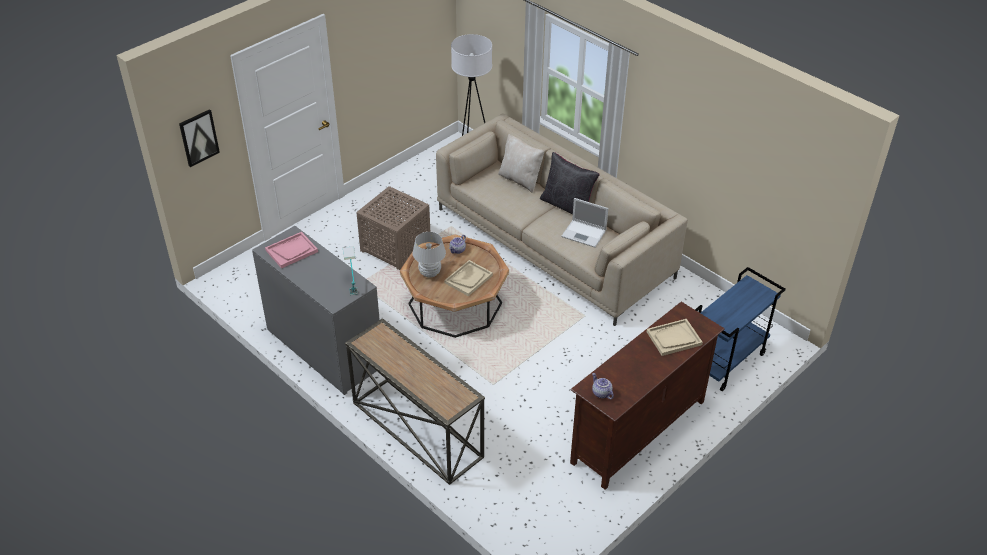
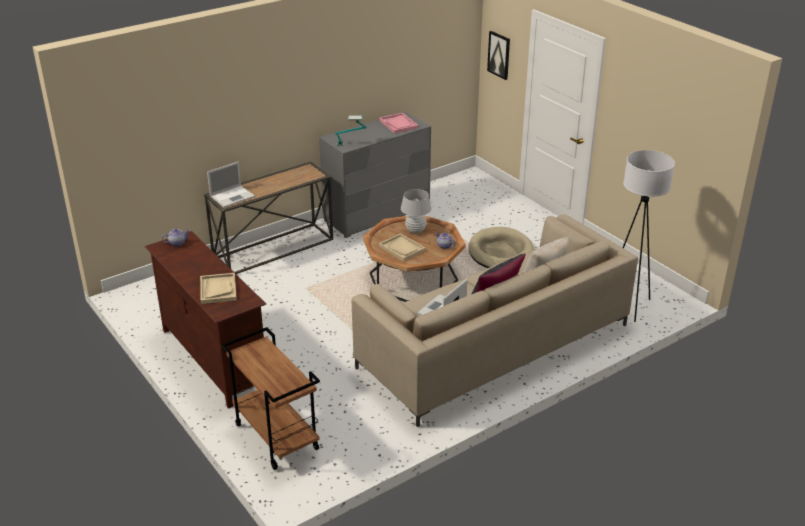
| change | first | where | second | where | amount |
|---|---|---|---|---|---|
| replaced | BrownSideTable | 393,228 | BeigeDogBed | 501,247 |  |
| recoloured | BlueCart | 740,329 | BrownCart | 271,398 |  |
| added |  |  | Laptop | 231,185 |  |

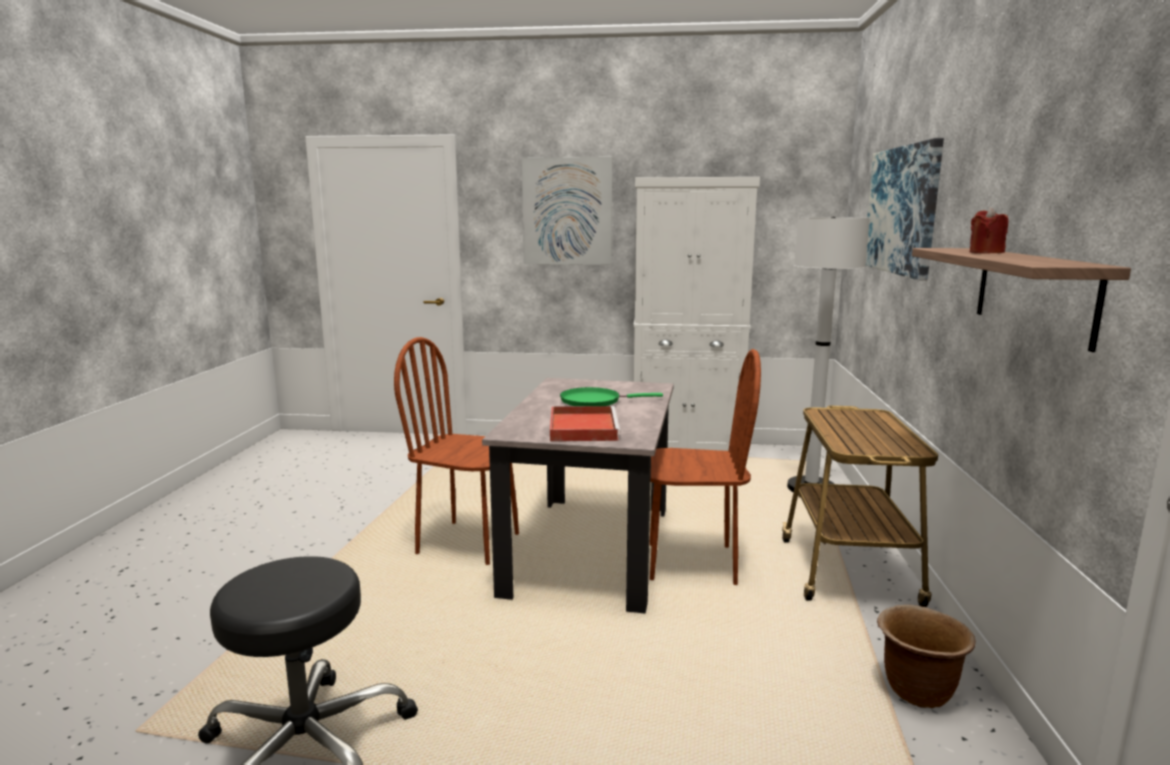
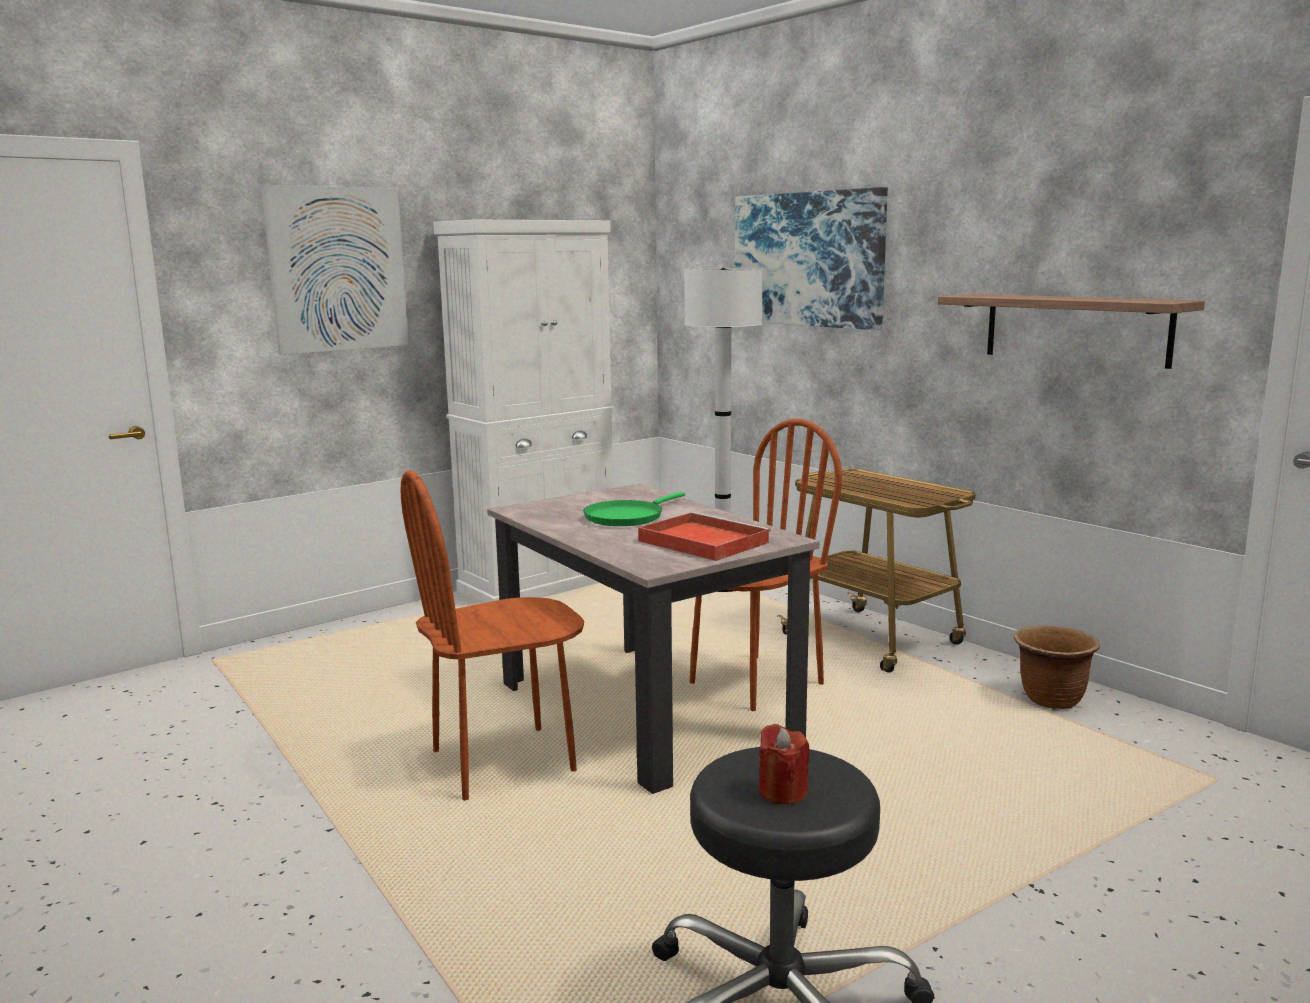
| change | first | where | second | where | amount |
|---|---|---|---|---|---|
| moved | RedCandle | 989,230 |  | 784,764 |  |

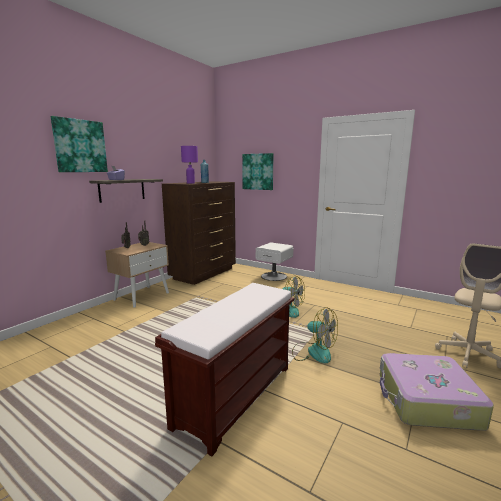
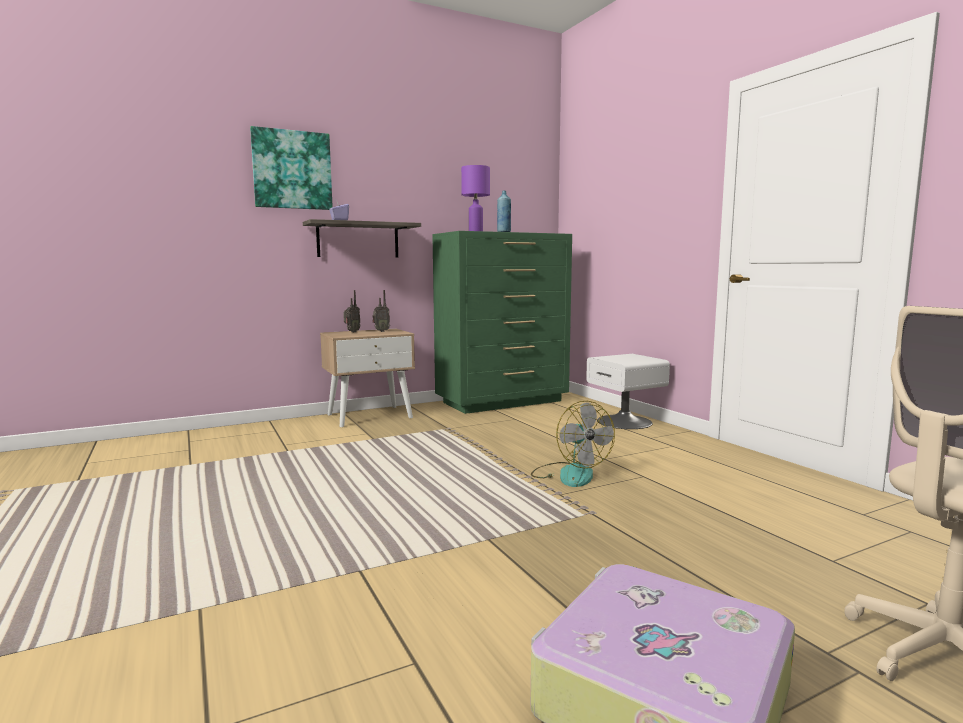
| change | first | where | second | where | amount |
|---|---|---|---|---|---|
| removed | BrownBench | 224,370 |  |  |  |
| recoloured | BrownDresser | 199,233 | GreenDresser | 502,322 |  |
| removed | Picture | 258,171 |  |  |  |
| removed | Fan | 315,335 |  |  |  |

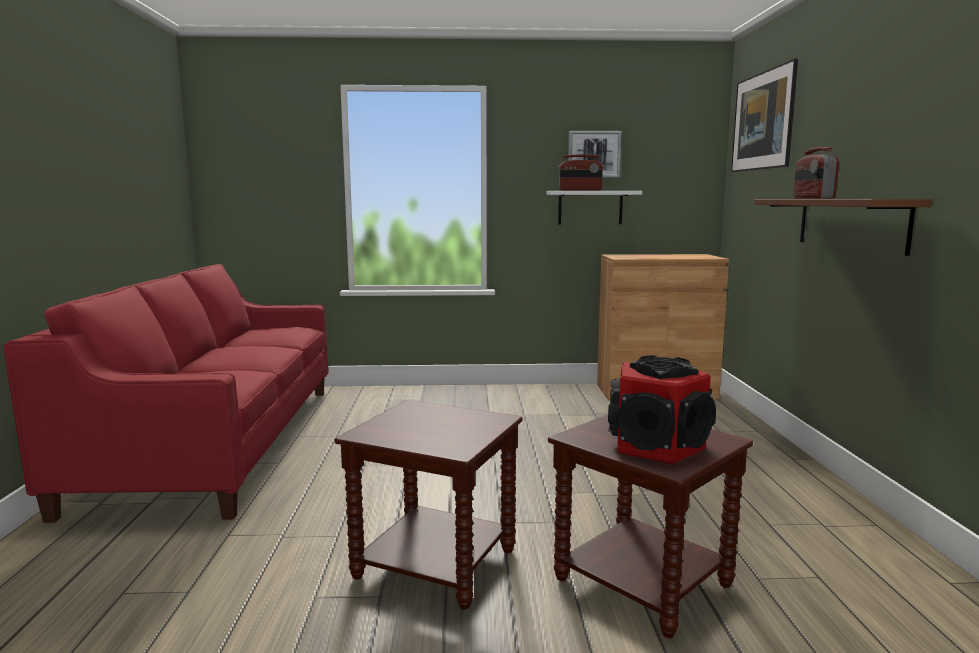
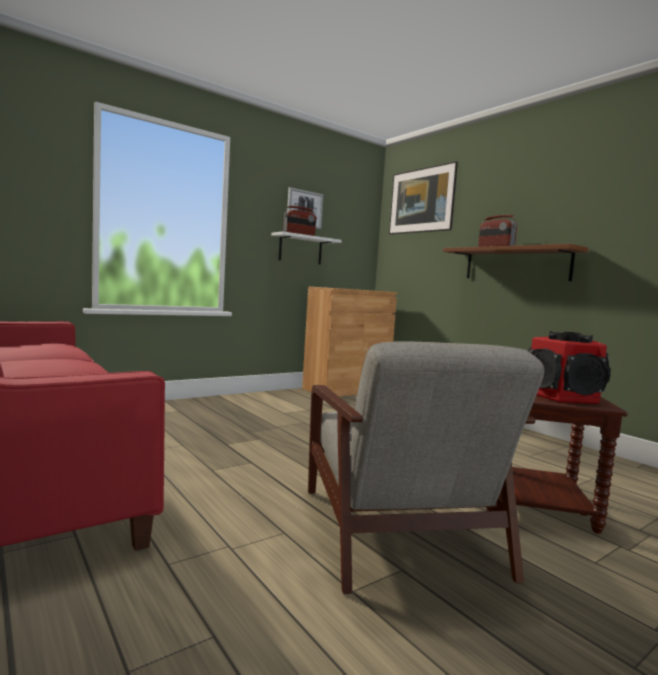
| change | first | where | second | where | amount |
|---|---|---|---|---|---|
| replaced | BrownSideTable | 428,505 | GreyArmchair | 426,467 |  |

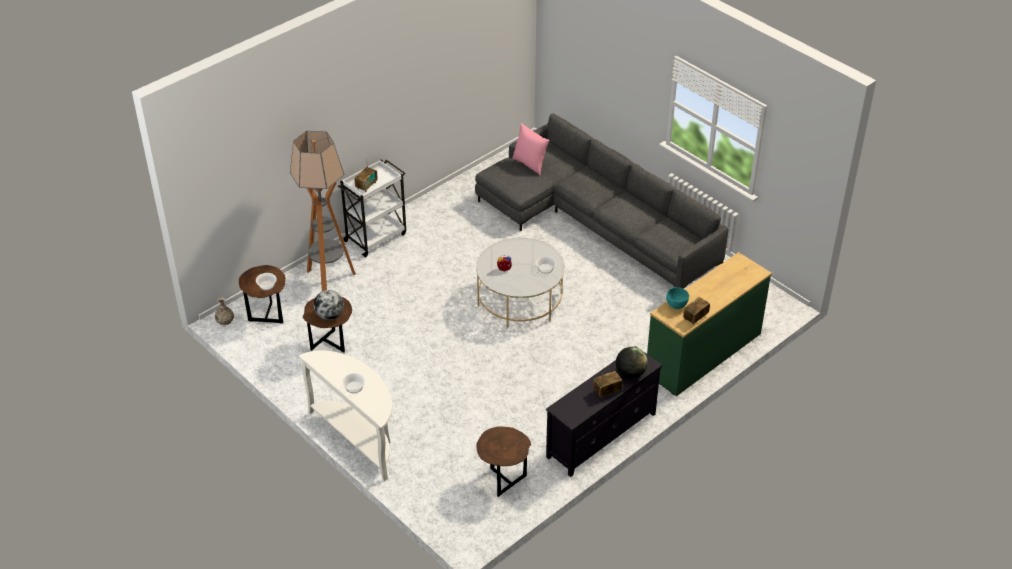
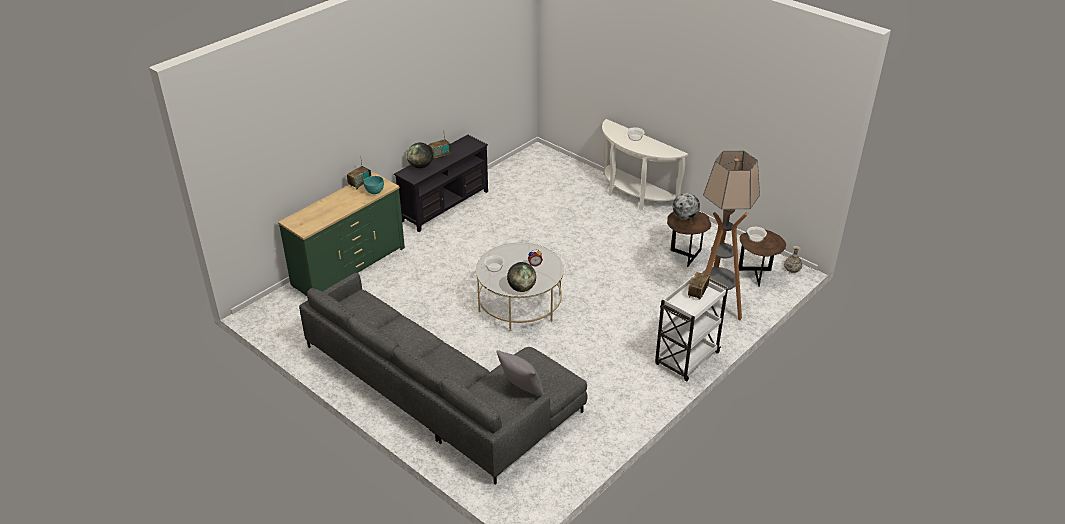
| change | first | where | second | where | amount |
|---|---|---|---|---|---|
| removed | BrownSideTable | 504,461 |  |  |  |
| recoloured | PinkPillow | 531,149 | GreyPillow | 520,373 |  |
| added |  |  | Globe | 521,277 |  |

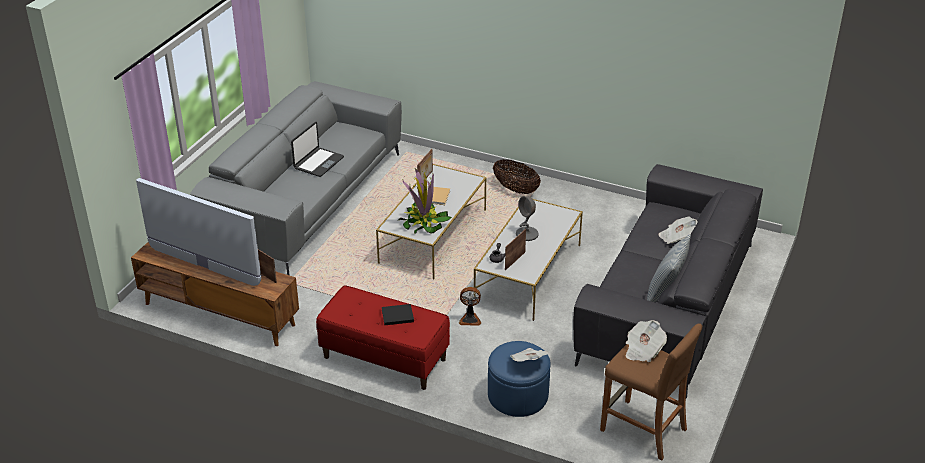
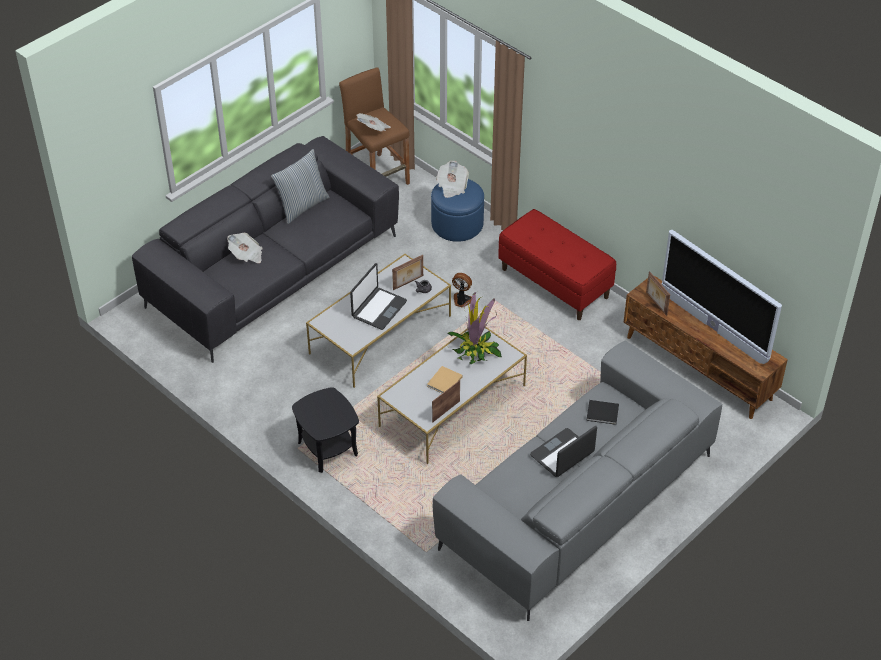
| change | first | where | second | where | amount |
|---|---|---|---|---|---|
| moved | BlackBook | 398,314 |  | 602,412 |  |
| replaced | Basket | 517,176 | BlackSideTable | 325,430 |  |
| replaced | GreyTableLamp | 527,218 | Laptop | 378,296 |  |

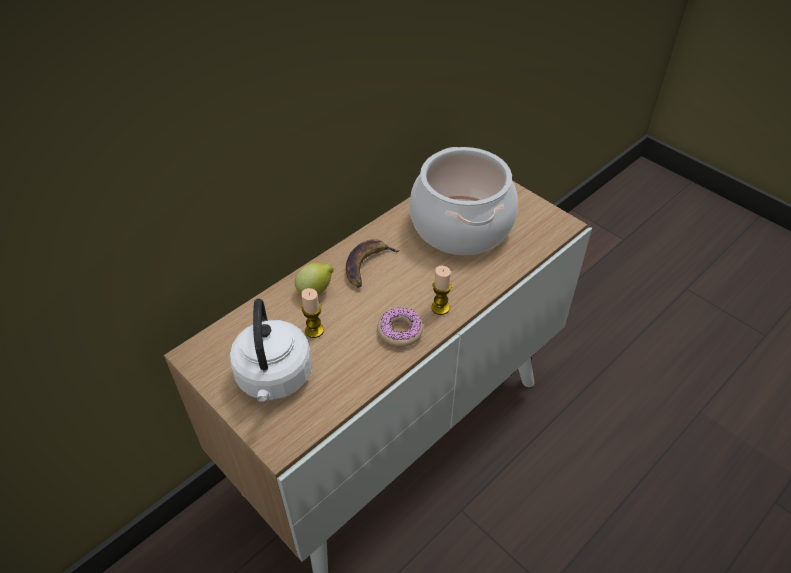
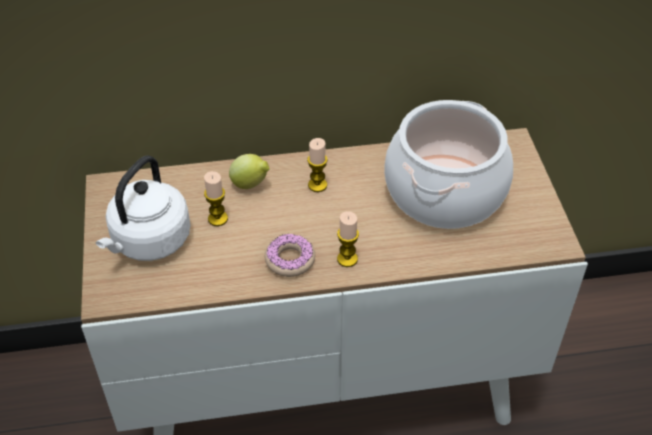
| change | first | where | second | where | amount |
|---|---|---|---|---|---|
| replaced | Banana | 373,263 | Candle | 317,165 |  |

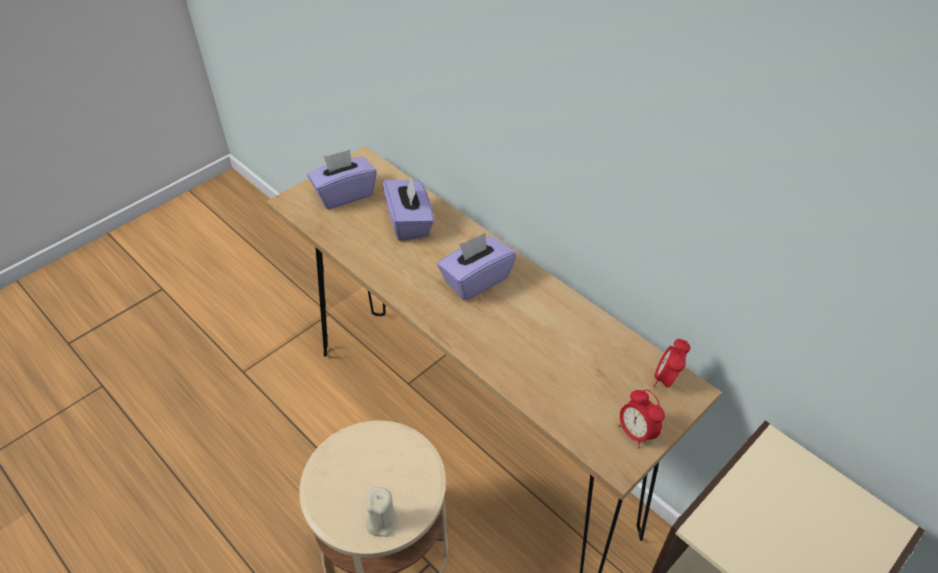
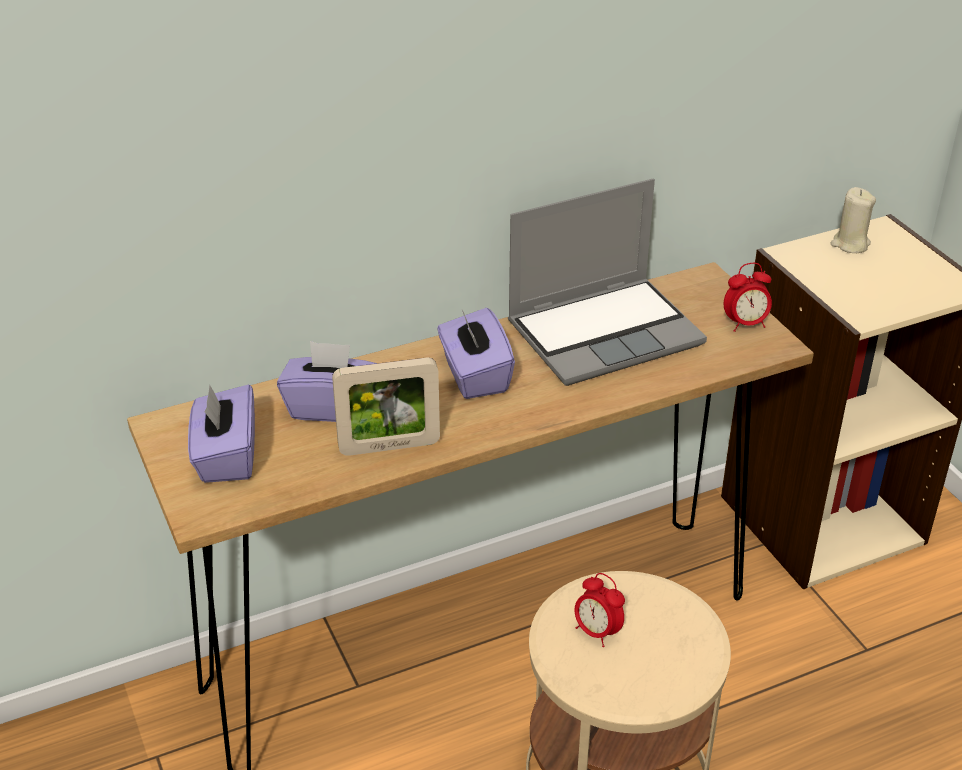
| change | first | where | second | where | amount |
|---|---|---|---|---|---|
| moved | BeigeCandle | 382,512 |  | 853,220 |  |
| moved | AlarmClock | 671,363 |  | 600,610 |  |
| added |  |  | PictureFrame | 386,407 |  |
| added |  |  | Laptop | 607,282 |  |

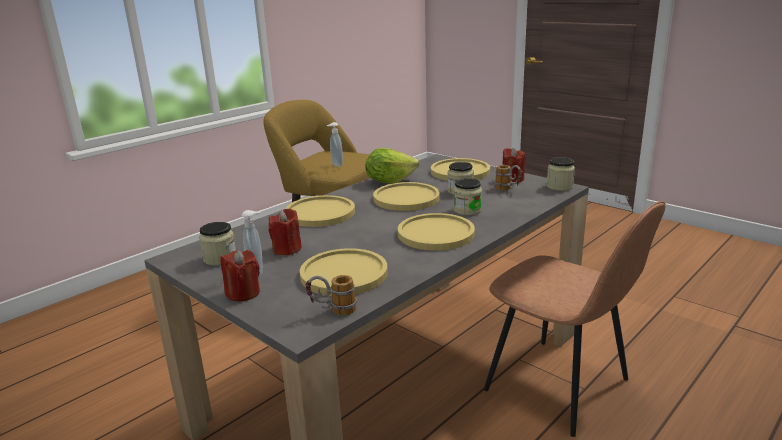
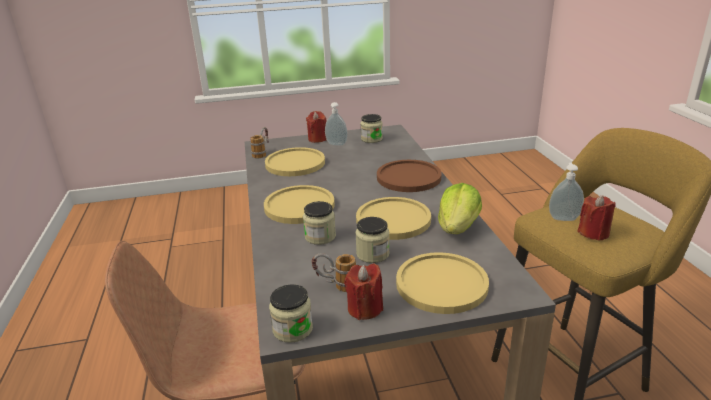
| change | first | where | second | where | amount |
|---|---|---|---|---|---|
| moved | RedCandle | 285,232 |  | 596,218 |  |
| recoloured | YellowPlate | 320,211 | BrownPlate | 409,176 |  |

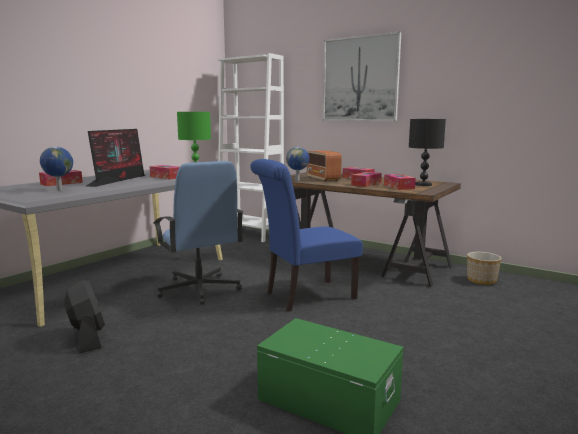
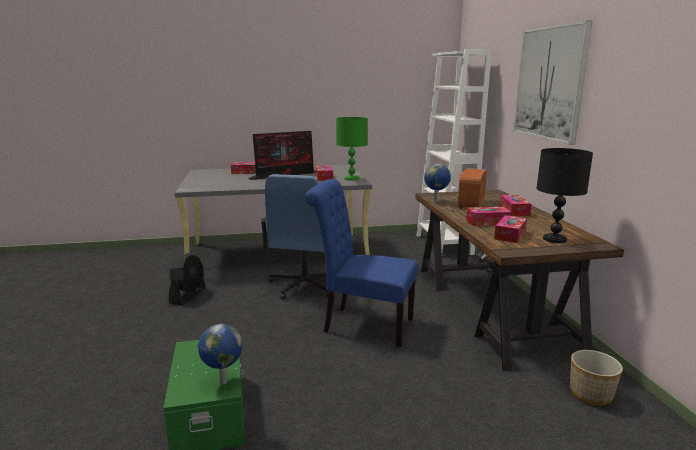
| change | first | where | second | where | amount |
|---|---|---|---|---|---|
| moved | Globe | 56,169 |  | 220,354 |  |

